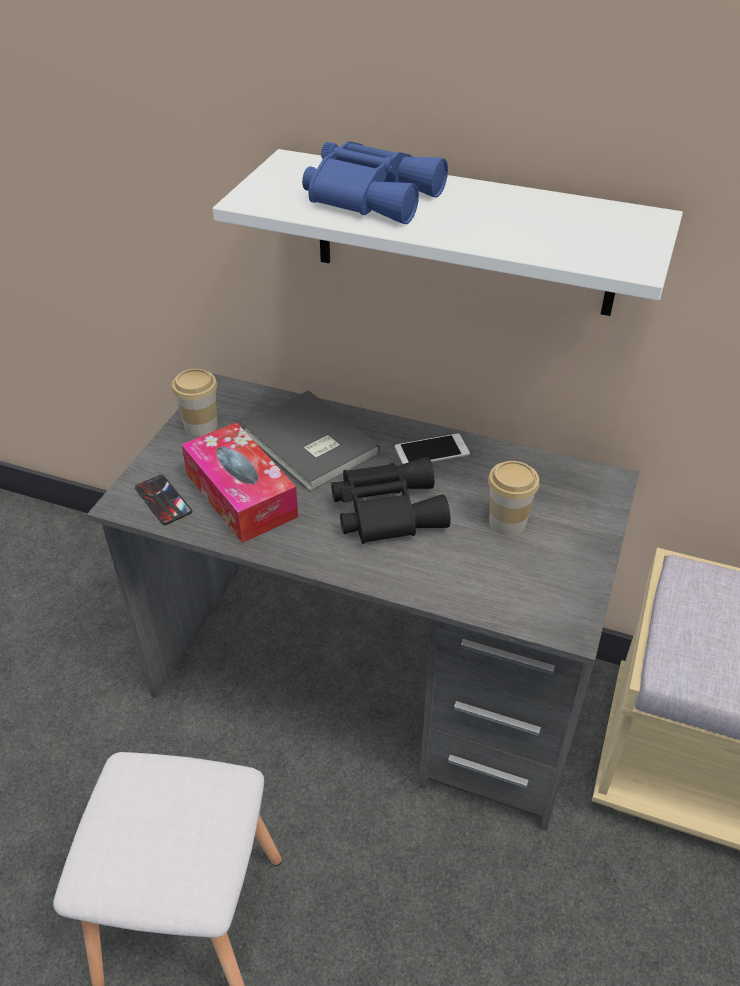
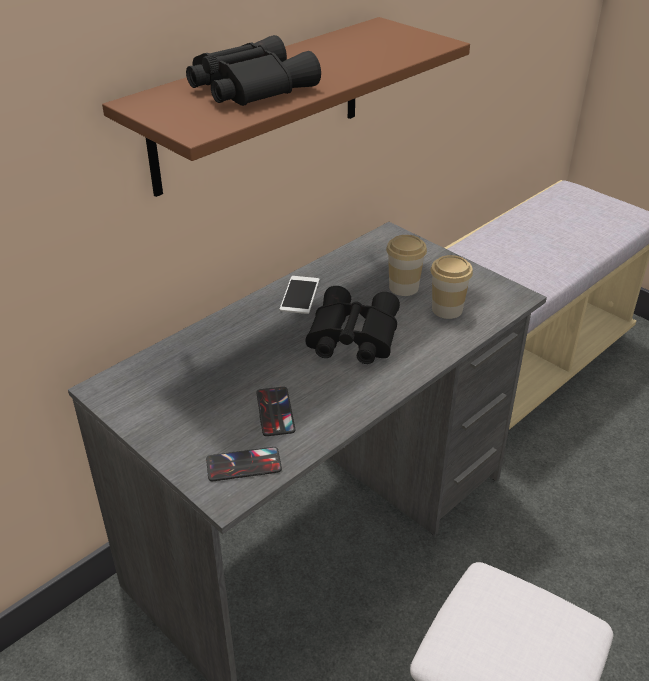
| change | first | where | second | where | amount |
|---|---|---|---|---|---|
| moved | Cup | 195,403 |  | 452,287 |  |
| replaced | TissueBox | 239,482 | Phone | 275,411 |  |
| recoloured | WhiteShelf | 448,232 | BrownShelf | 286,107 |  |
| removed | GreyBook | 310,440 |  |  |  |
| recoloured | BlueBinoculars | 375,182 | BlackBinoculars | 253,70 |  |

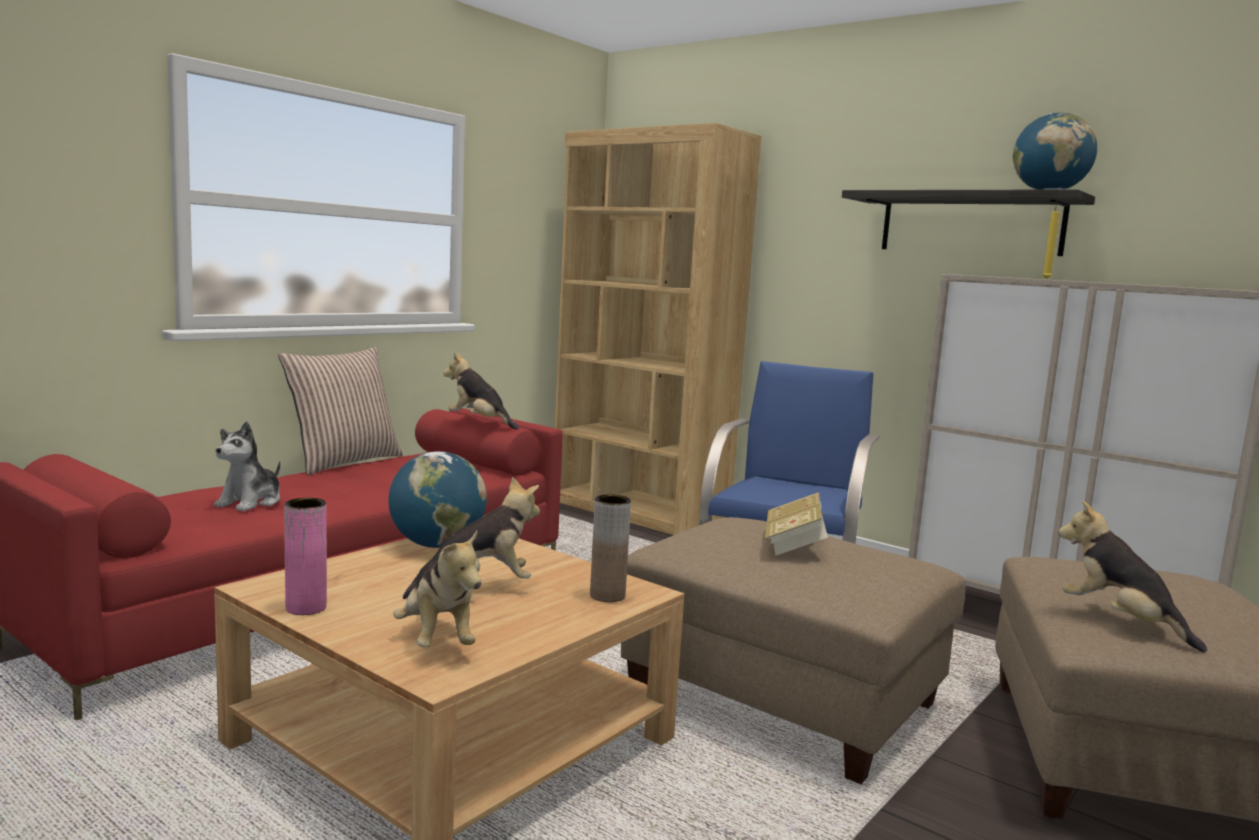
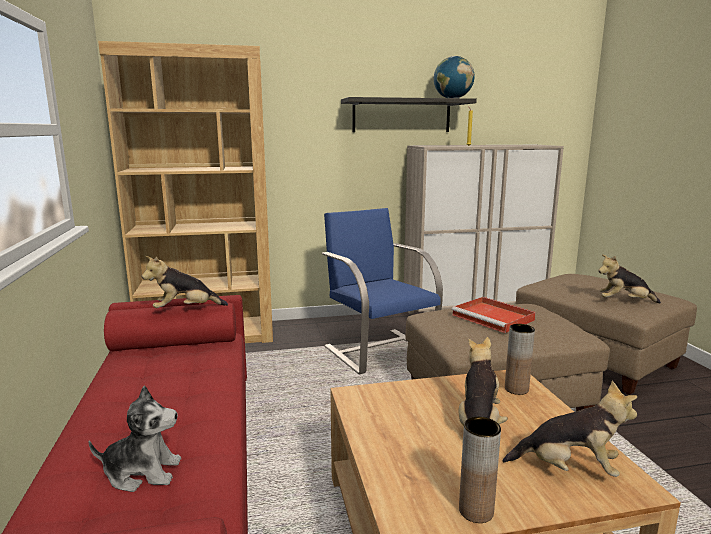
| change | first | where | second | where | amount |
|---|---|---|---|---|---|
| turned | PlushToy | 247,466 |  | 135,439 | 60 degrees counterclockwise |
| removed | Pillow | 340,411 |  |  |  |
| recoloured | PinkVase | 305,556 | BrownVase | 480,470 |  |
| removed | Globe | 437,499 |  |  |  |
| replaced | Book | 796,524 | RedTray | 494,315 |  |

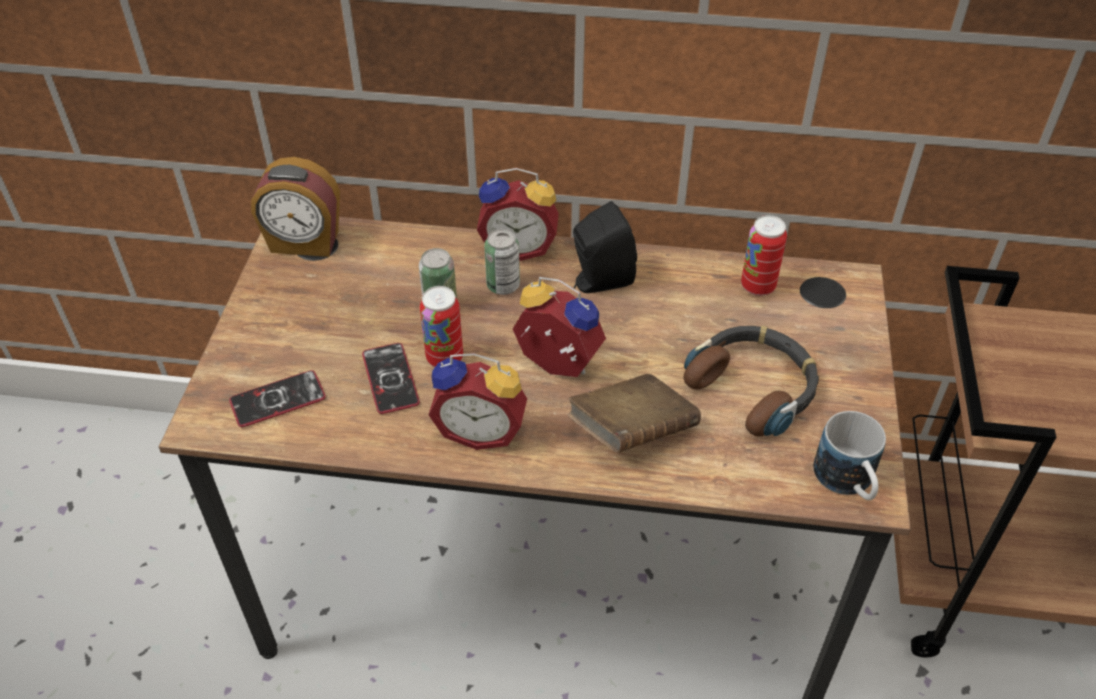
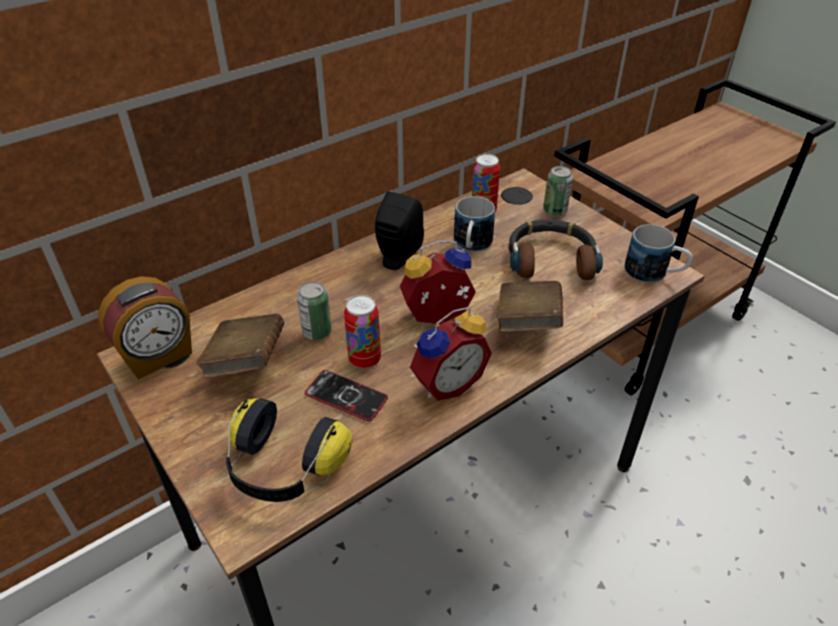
| change | first | where | second | where | amount |
|---|---|---|---|---|---|
| replaced | Phone | 277,398 | Headphones | 289,450 |  |
| removed | AlarmClock | 518,214 |  |  |  |
| moved | Can | 502,262 |  | 558,191 |  |
| added |  |  | BrownBook | 240,346 |  |
| added |  |  | Mug | 474,224 |  |

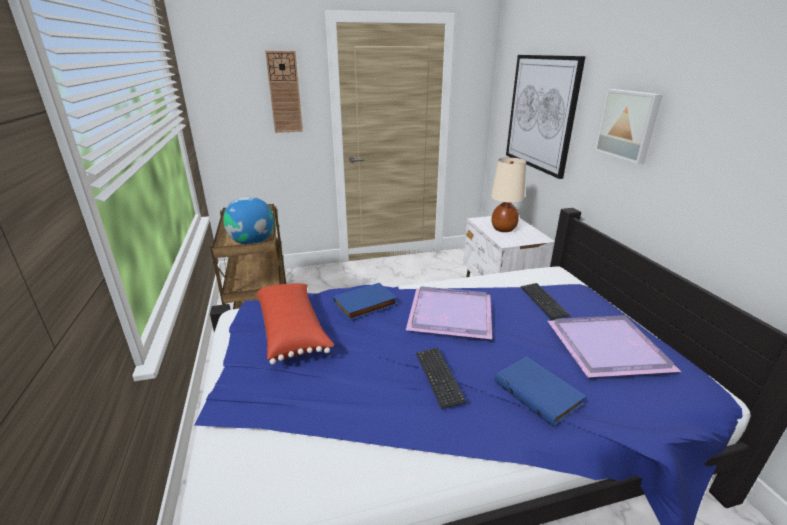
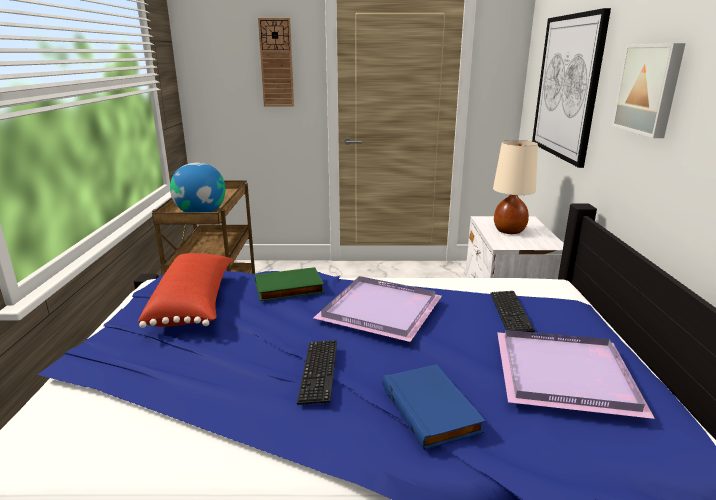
| change | first | where | second | where | amount |
|---|---|---|---|---|---|
| recoloured | BlueBook | 365,301 | GreenBook | 290,284 |  |

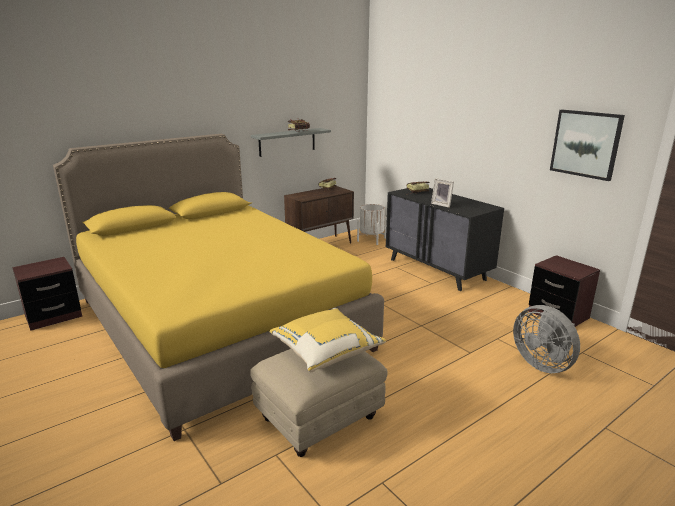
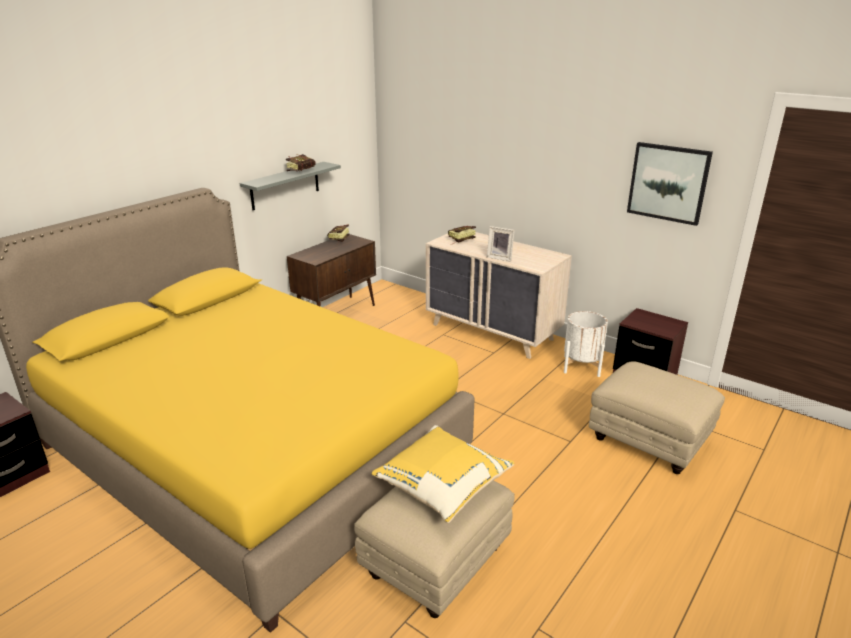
| change | first | where | second | where | amount |
|---|---|---|---|---|---|
| moved | WhitePlanter | 372,224 |  | 586,344 |  |
| recoloured | BlackDresser | 445,239 | BeigeDresser | 499,295 |  |
| replaced | GreyFan | 546,339 | BeigeOttoman | 657,417 |  |

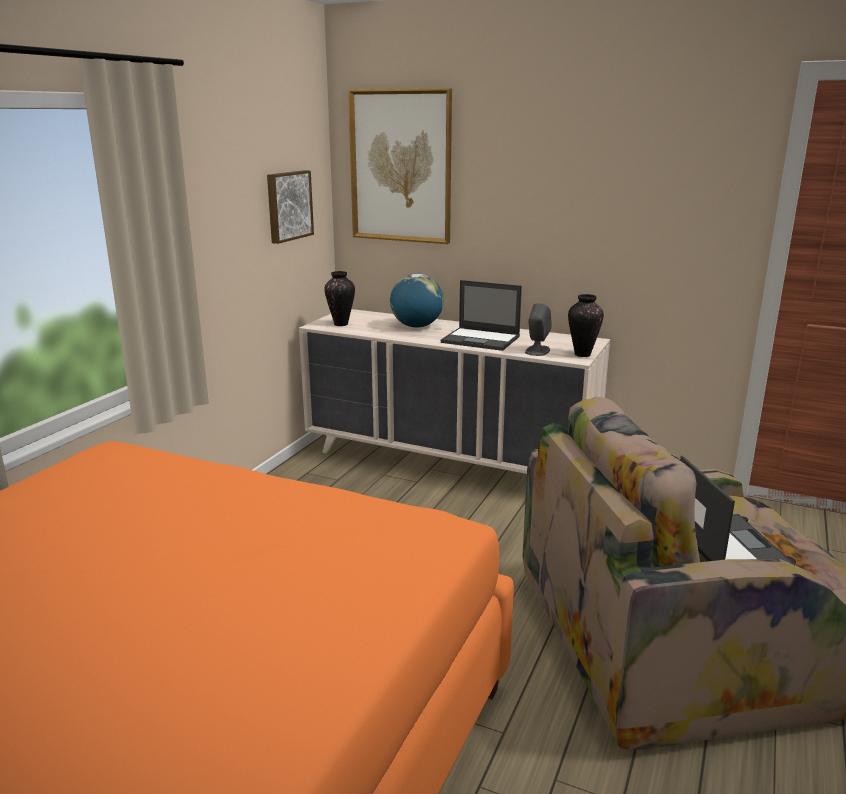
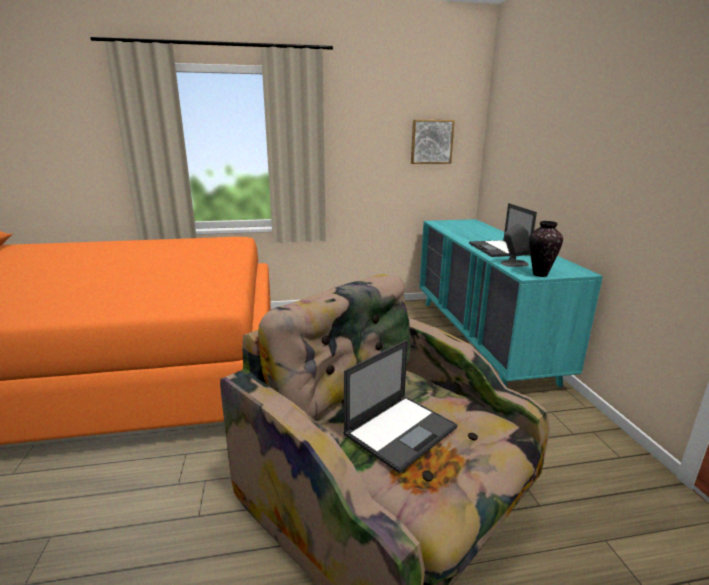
| change | first | where | second | where | amount |
|---|---|---|---|---|---|
| recoloured | BeigeDresser | 454,391 | TurquoiseDresser | 511,303 |  |
| removed | Vase | 339,298 |  |  |  |
| removed | Picture | 400,166 |  |  |  |
| removed | Globe | 416,300 |  |  |  |

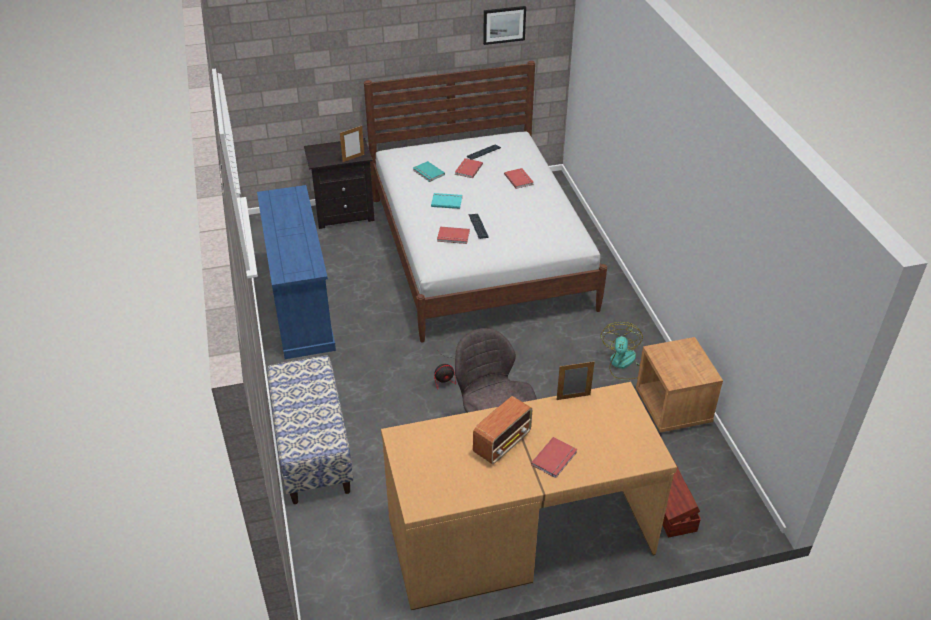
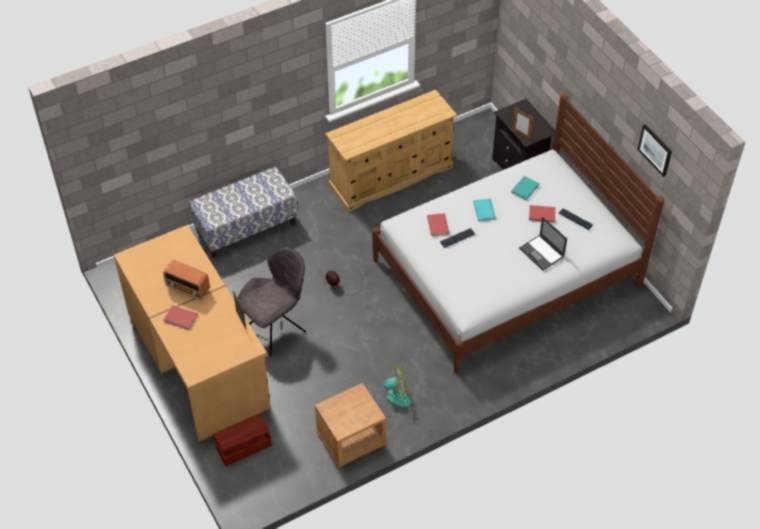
| change | first | where | second | where | amount |
|---|---|---|---|---|---|
| recoloured | BlueDresser | 296,272 | BeigeDresser | 391,151 |  |
| replaced | RedBook | 519,178 | Laptop | 543,243 |  |

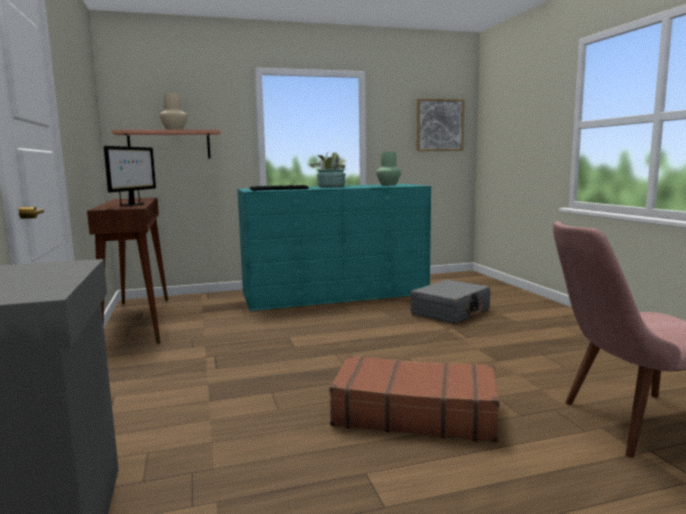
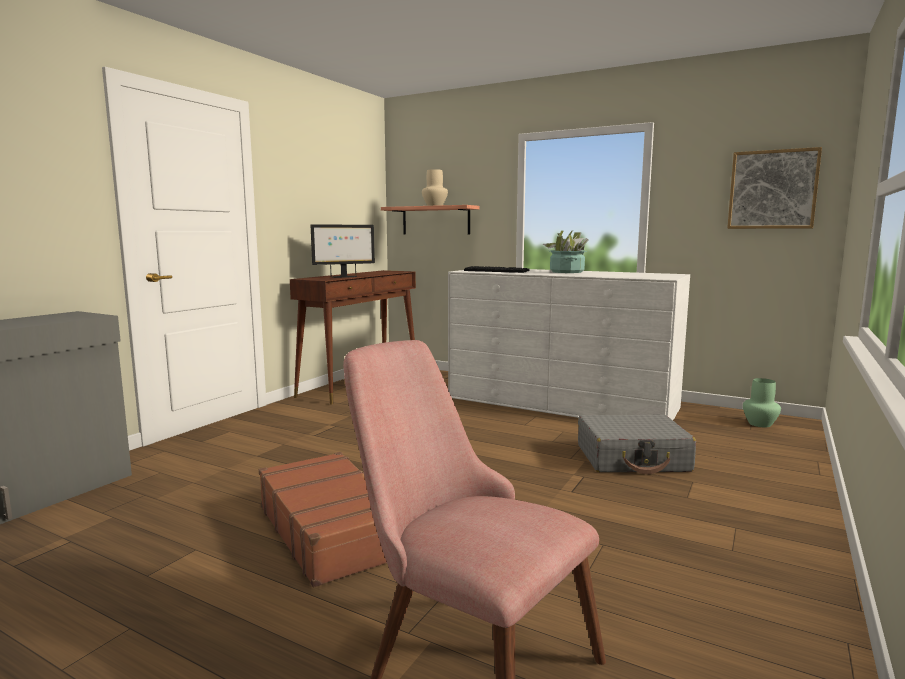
| change | first | where | second | where | amount |
|---|---|---|---|---|---|
| recoloured | TurquoiseDresser | 334,247 | WhiteDresser | 569,344 |  |
| moved | GreenVase | 388,169 |  | 762,402 |  |

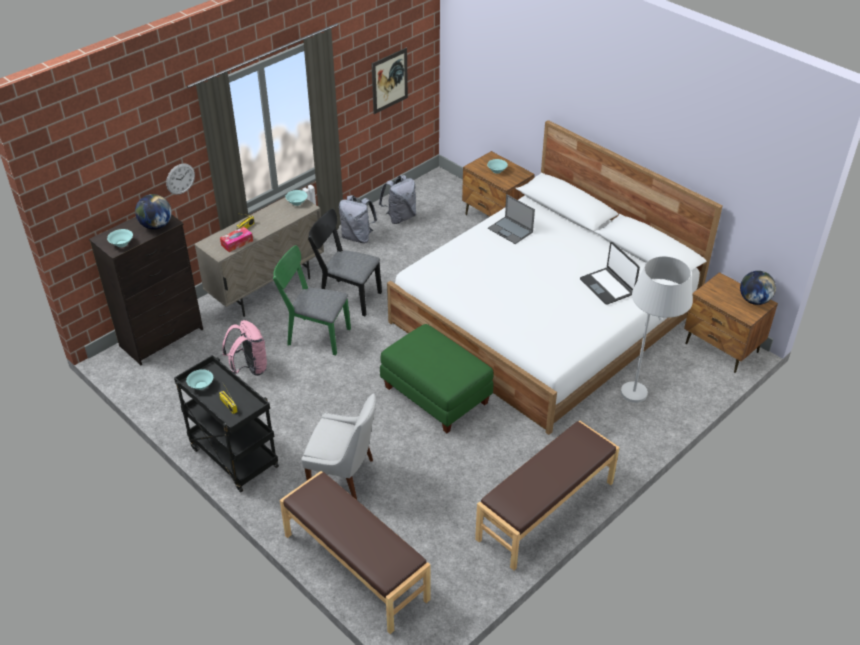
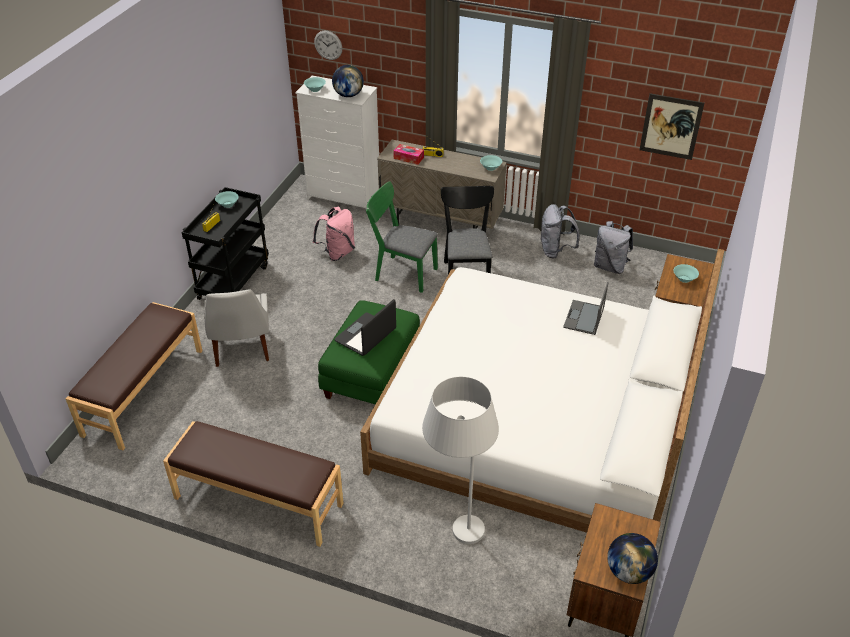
| change | first | where | second | where | amount |
|---|---|---|---|---|---|
| recoloured | BlackDresser | 146,289 | WhiteDresser | 337,142 |  |
| moved | WallClock | 180,179 |  | 328,45 |  |
| turned | GreenChair | 312,300 |  | 402,237 | 60 degrees counterclockwise |
| moved | Laptop | 610,273 |  | 365,327 |  |

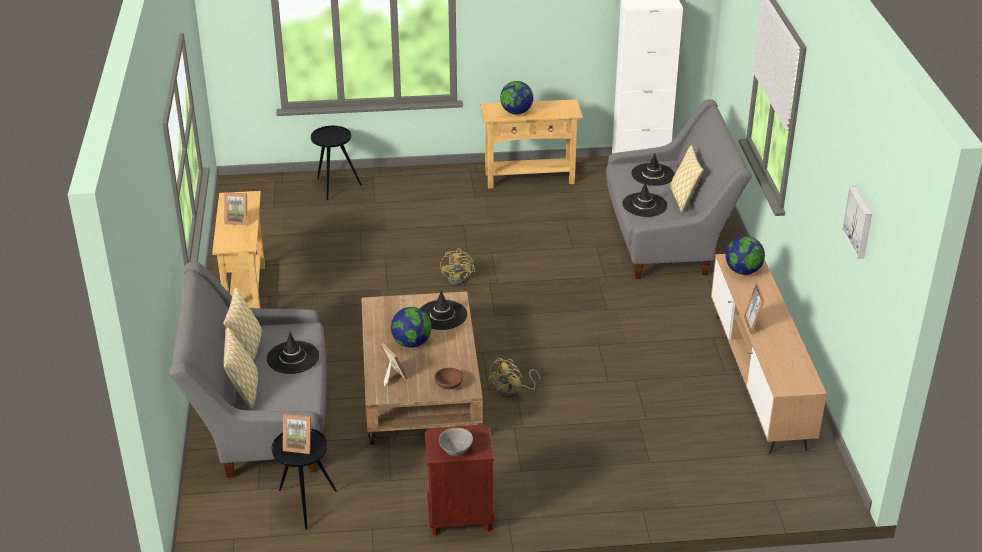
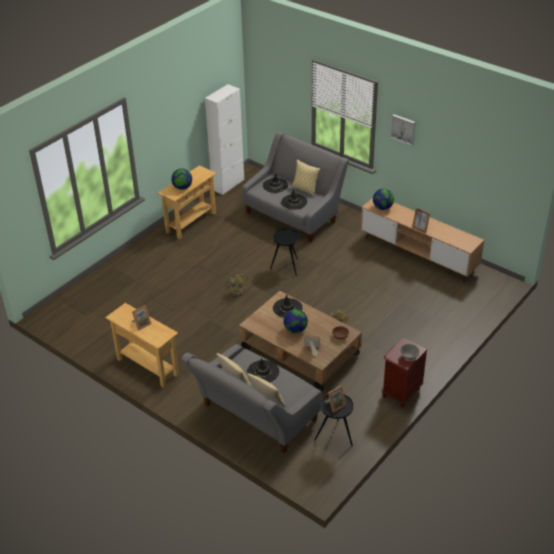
| change | first | where | second | where | amount |
|---|---|---|---|---|---|
| moved | BlackSideTable | 336,163 |  | 284,252 |  |
| moved | Picture | 857,222 |  | 403,129 |  |

